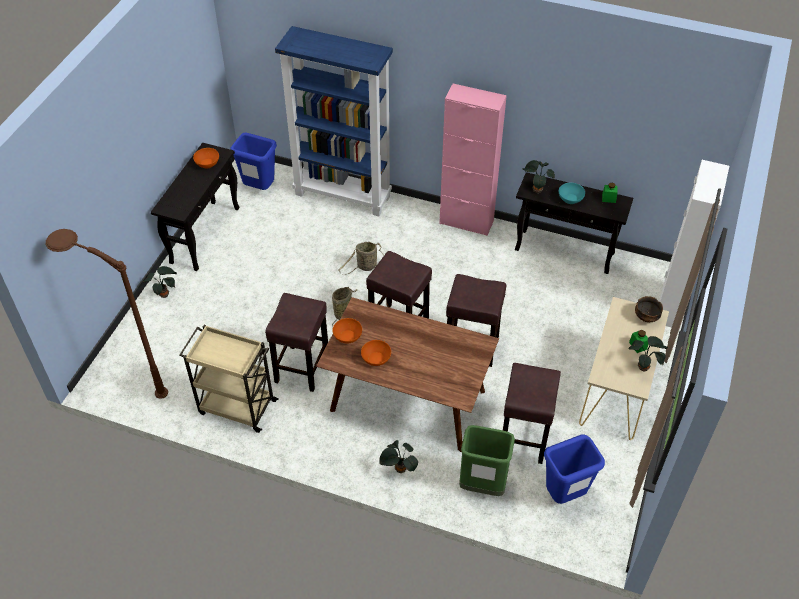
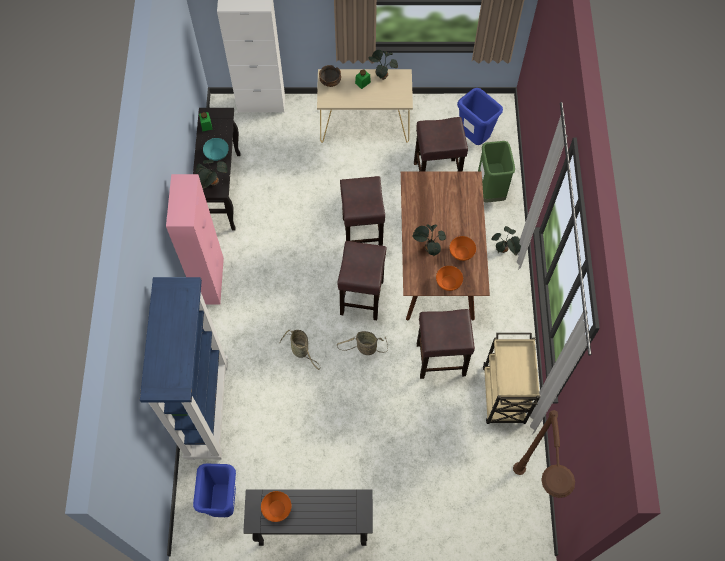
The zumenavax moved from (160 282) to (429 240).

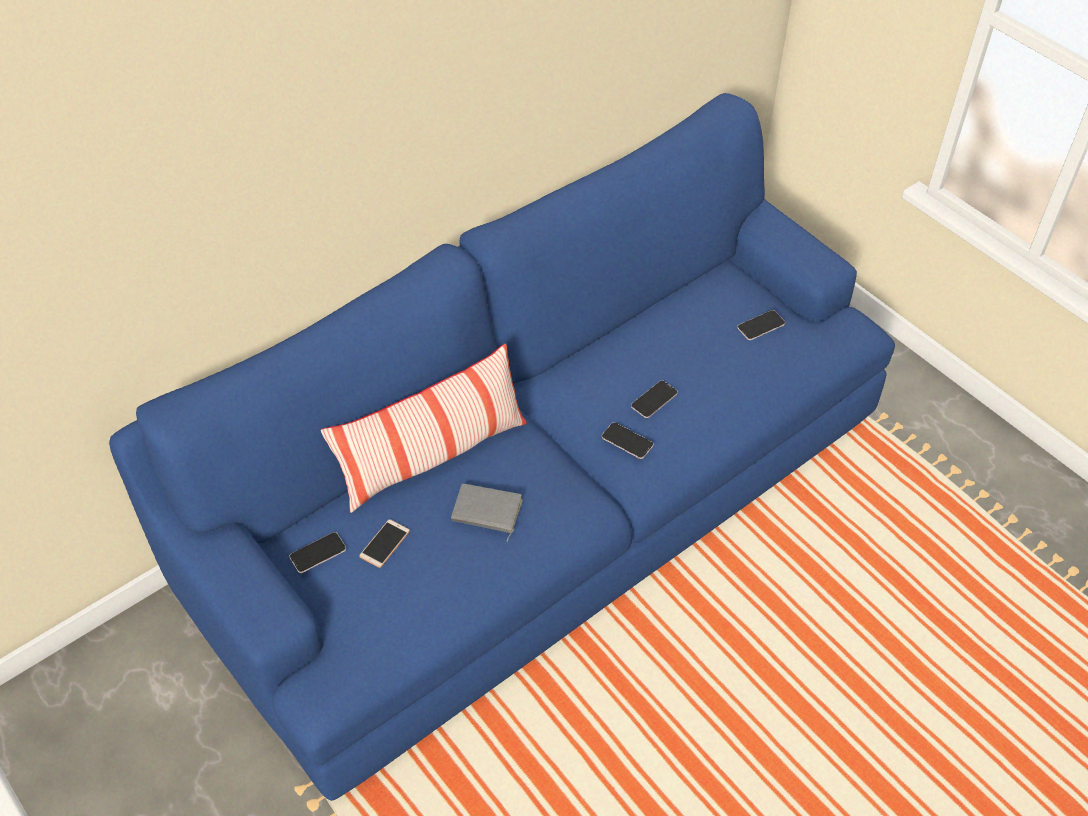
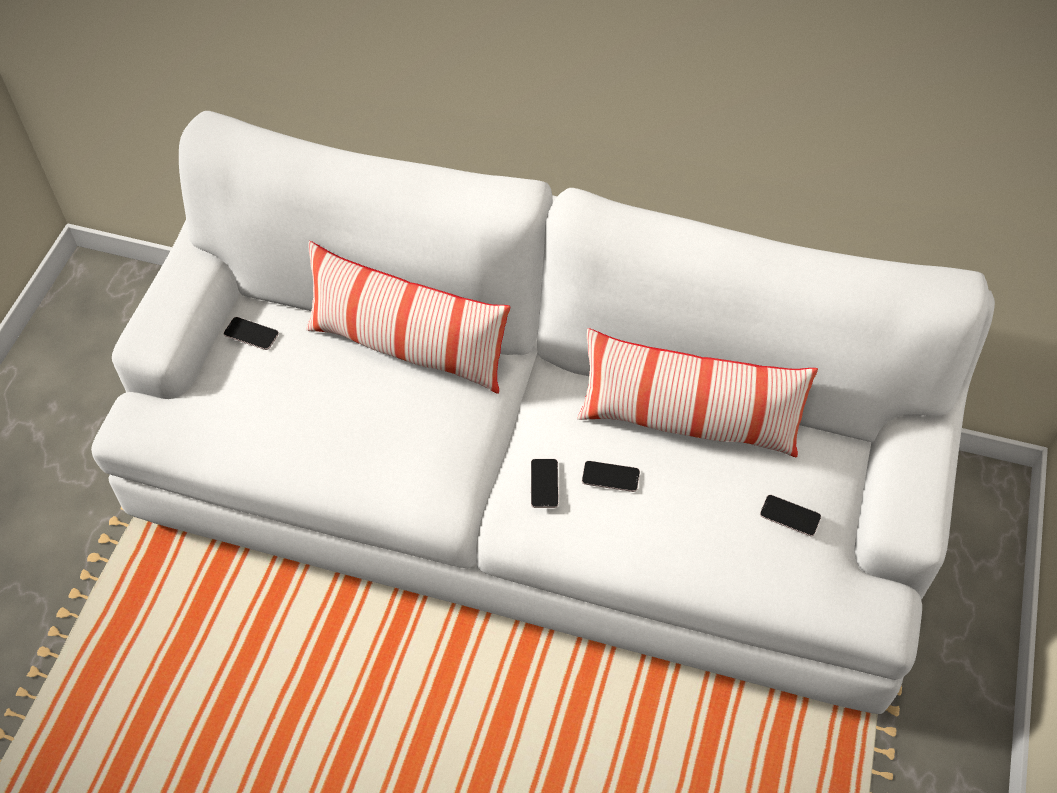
The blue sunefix at (502 447) became the white sunefix at (543 412). The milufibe at (697 393) appeared. The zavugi at (384 543) disappeared. The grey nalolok at (487 513) disappeared.

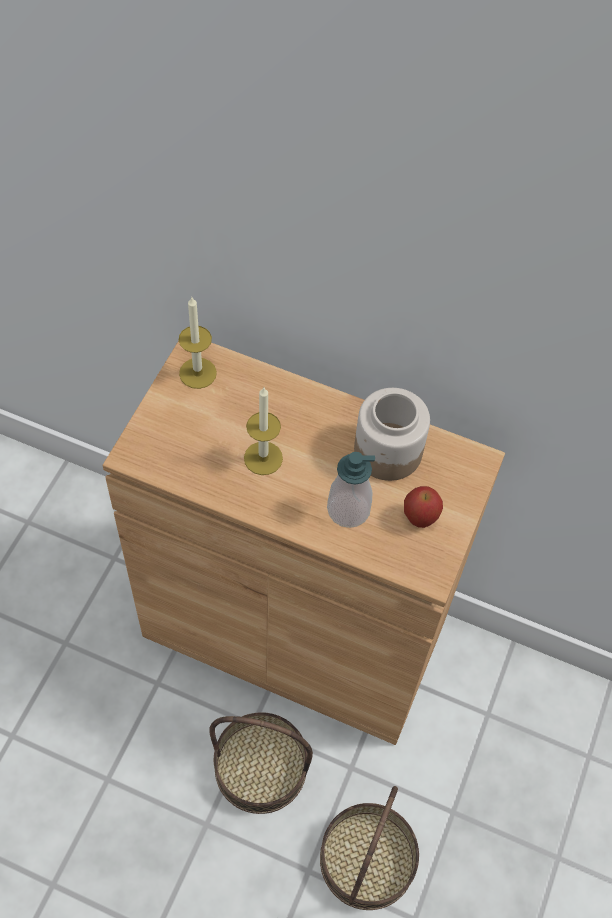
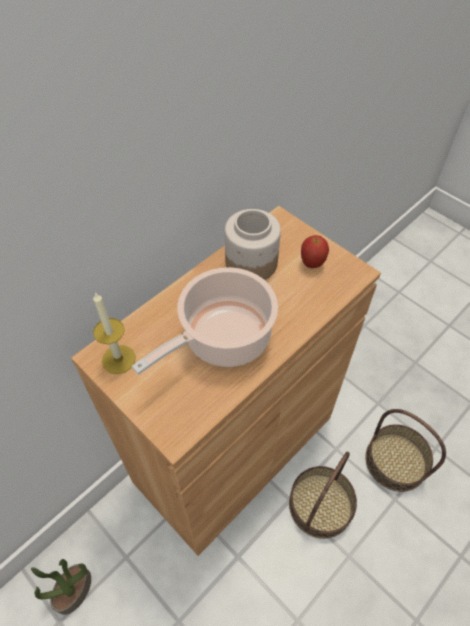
The zumenavax at (61 587) appeared. The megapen at (263 431) was replaced by the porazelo at (205 321). The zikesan at (351 490) disappeared.

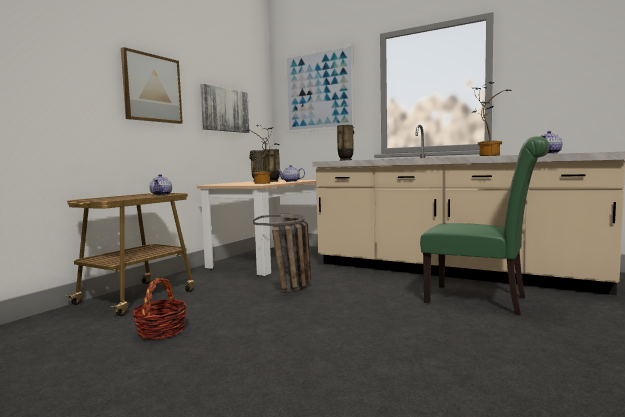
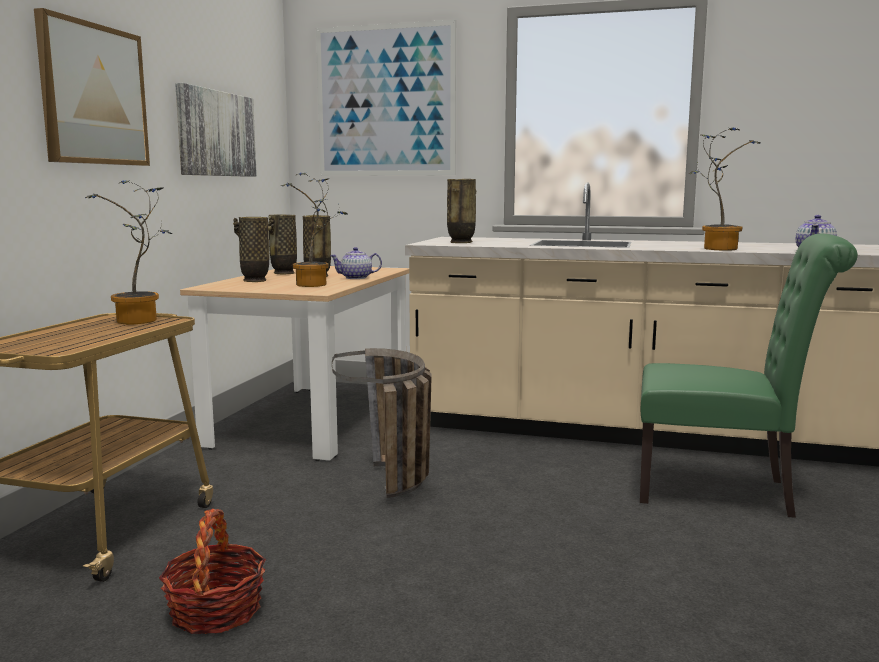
The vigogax at (161 185) was replaced by the zumenavax at (128 252). The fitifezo at (252 249) appeared.

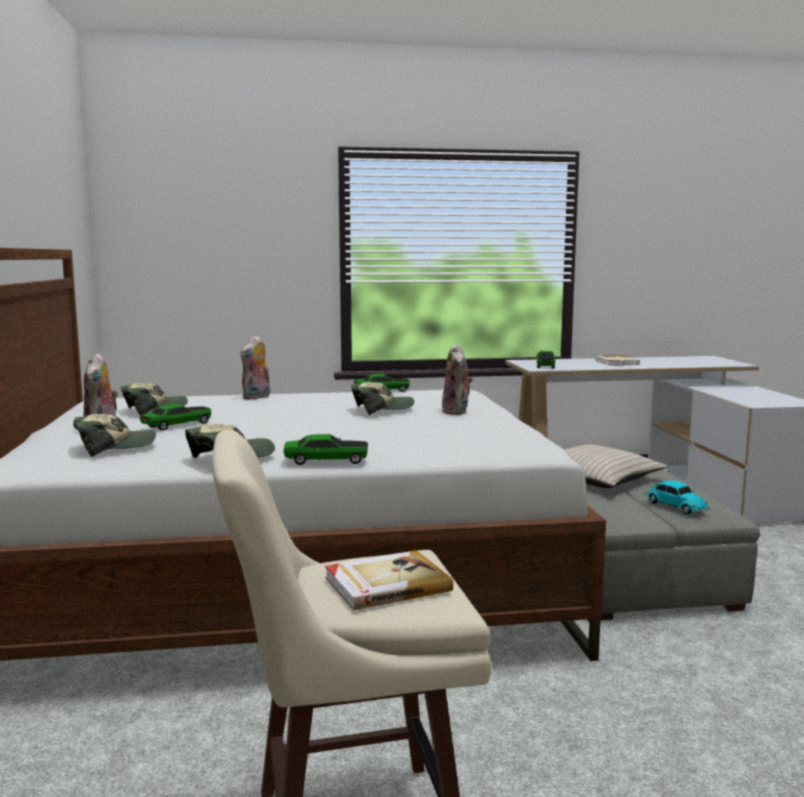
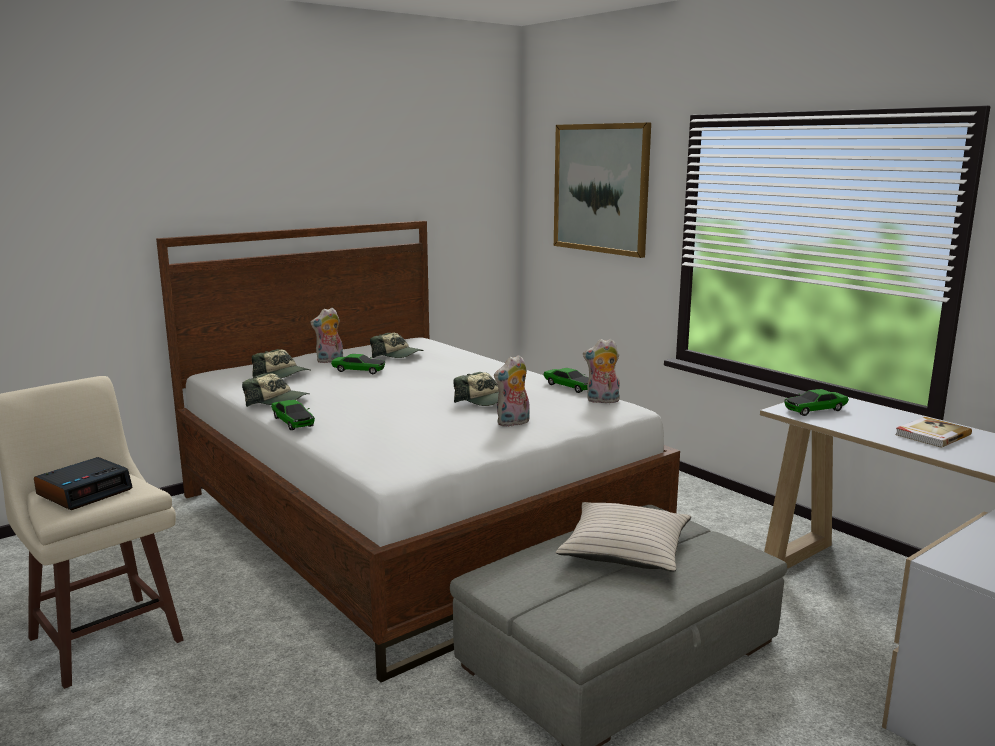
The nalolok at (389 580) was replaced by the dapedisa at (83 483). The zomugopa at (602 190) appeared. The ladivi moved from (255 367) to (601 371). The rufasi at (676 497) disappeared.

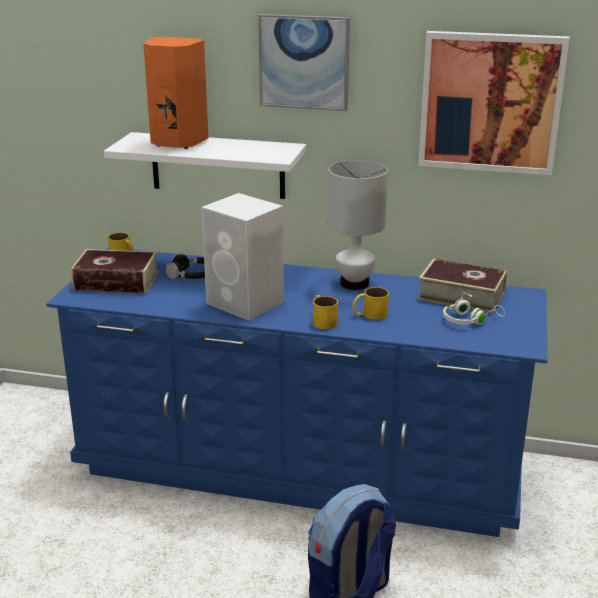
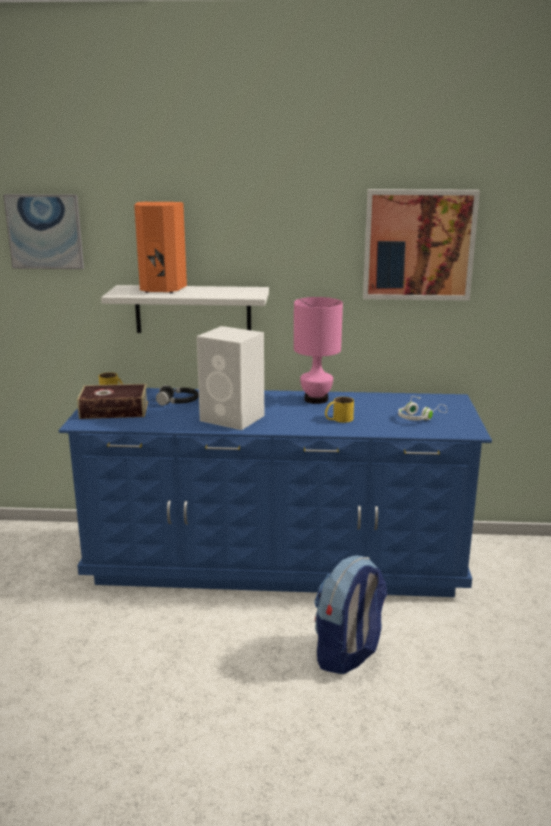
The zomugopa moved from (304 62) to (43 231). The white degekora at (358 225) became the pink degekora at (318 350). The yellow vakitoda at (325 312) disappeared. The nalolok at (462 286) disappeared.

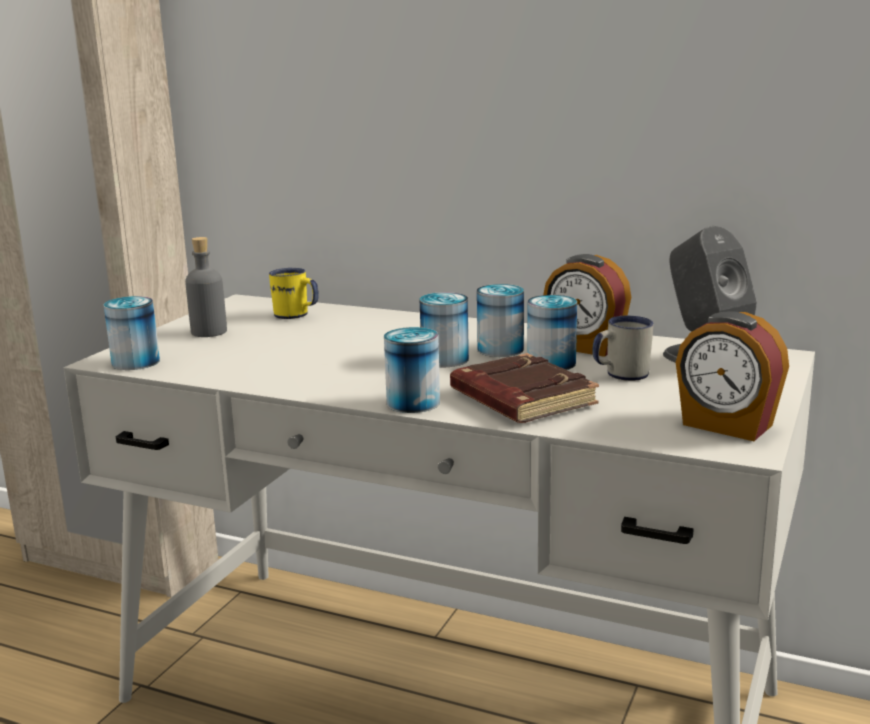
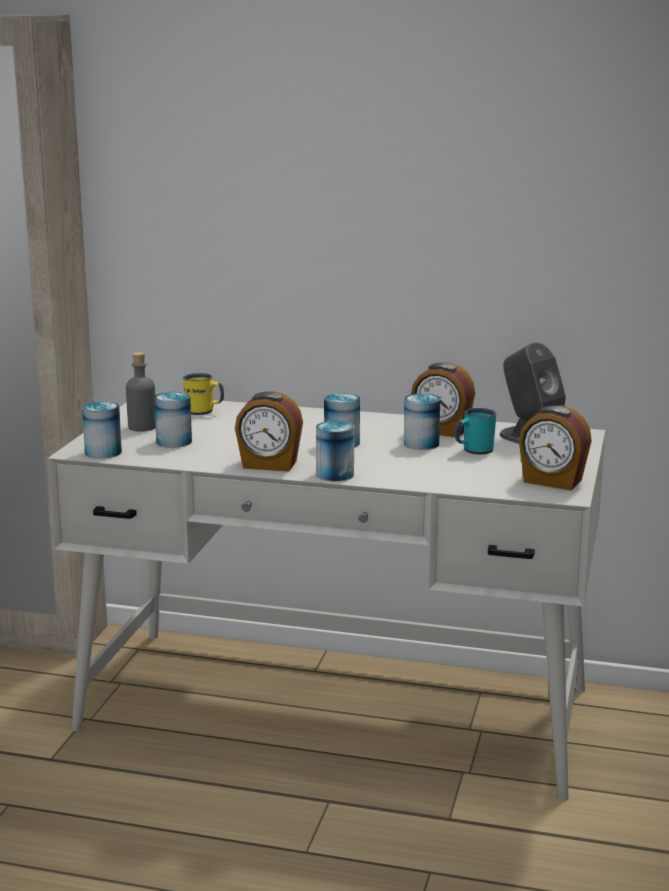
The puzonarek moved from (500 320) to (173 420). The dapedisa at (269 431) appeared. The white vakitoda at (622 348) became the turquoise vakitoda at (475 431). The brown nalolok at (524 388) disappeared.

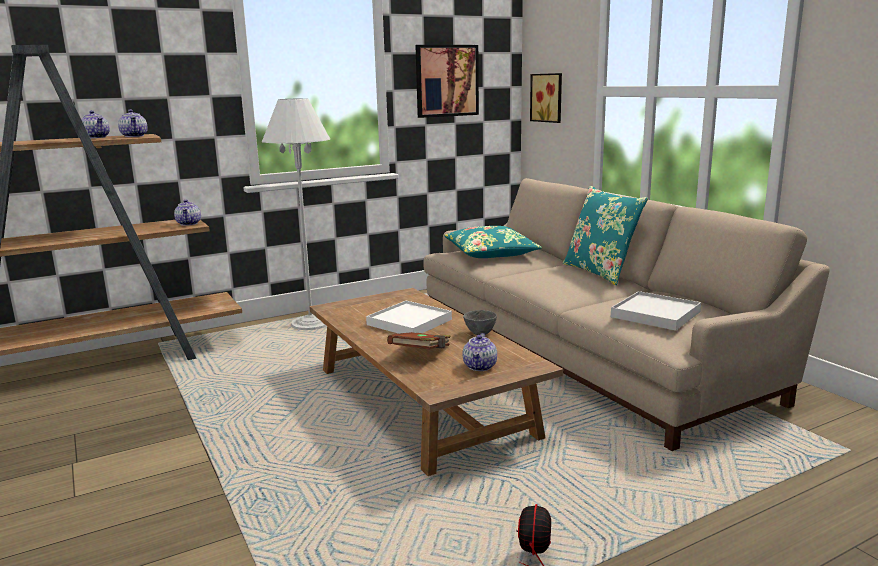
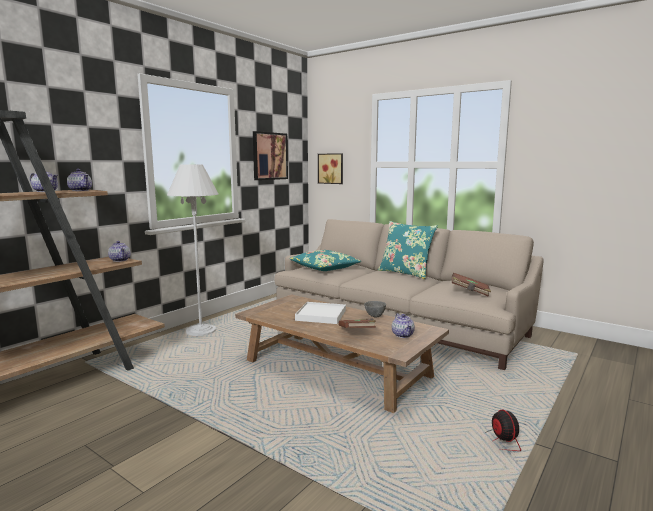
The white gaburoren at (656 311) was replaced by the brown nalolok at (471 285).

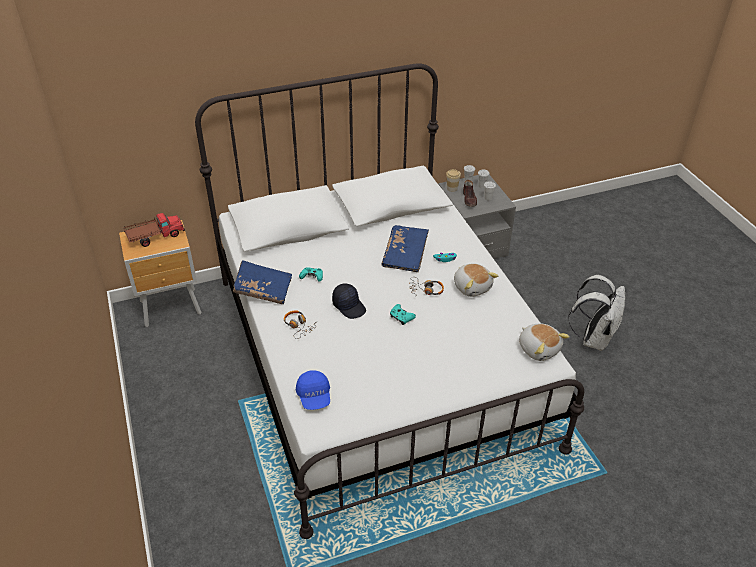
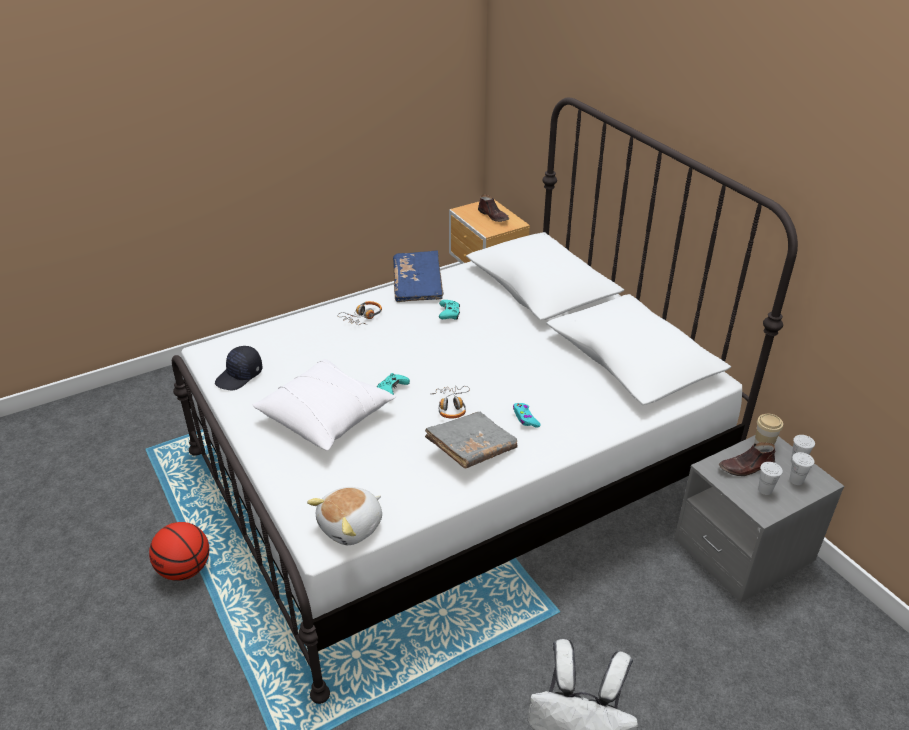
The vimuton at (179 551) appeared. The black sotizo moved from (349 301) to (239 368). The white milufibe at (324 405) appeared. The ladivi at (476 280) was replaced by the grey nalolok at (471 440). The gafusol at (154 230) was replaced by the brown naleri at (493 208). The blue sotizo at (313 390) disappeared. The blue nalolok at (405 248) disappeared.

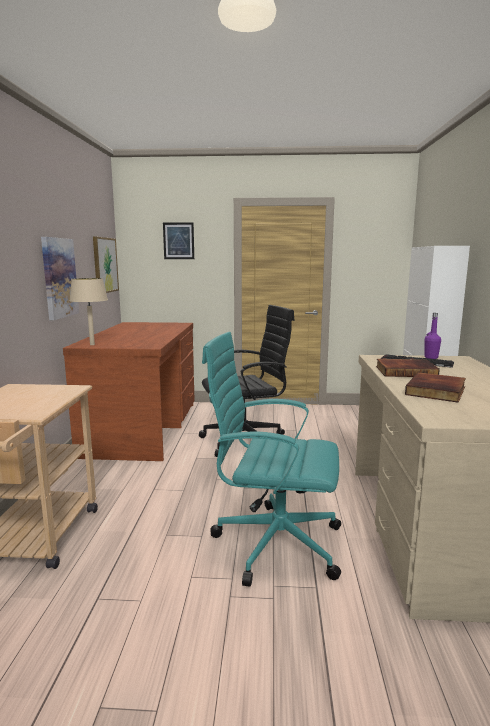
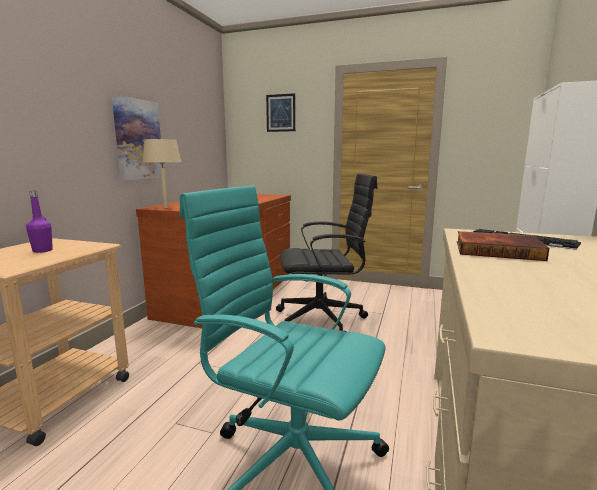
The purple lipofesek moved from (432 336) to (39 222). The zomugopa at (106 265) disappeared. The nalolok at (435 387) disappeared.

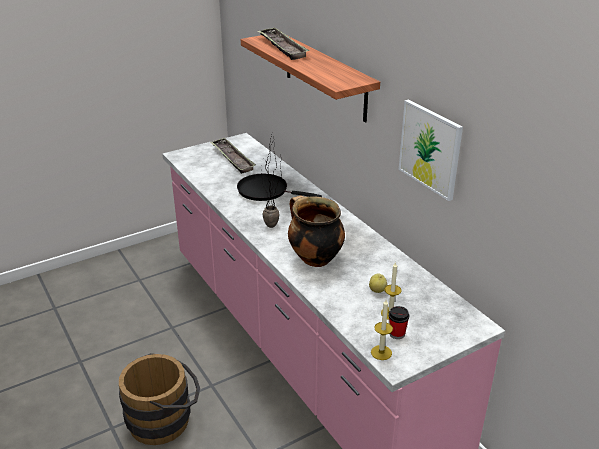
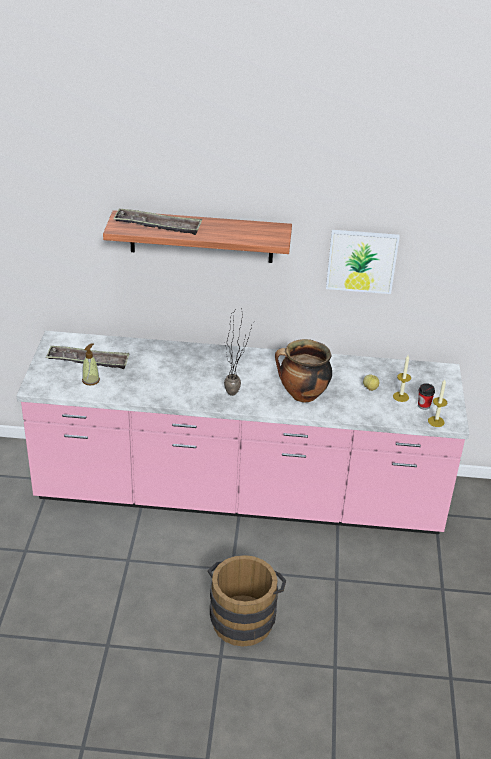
The zikesan at (91 364) appeared. The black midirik at (279 187) disappeared.

